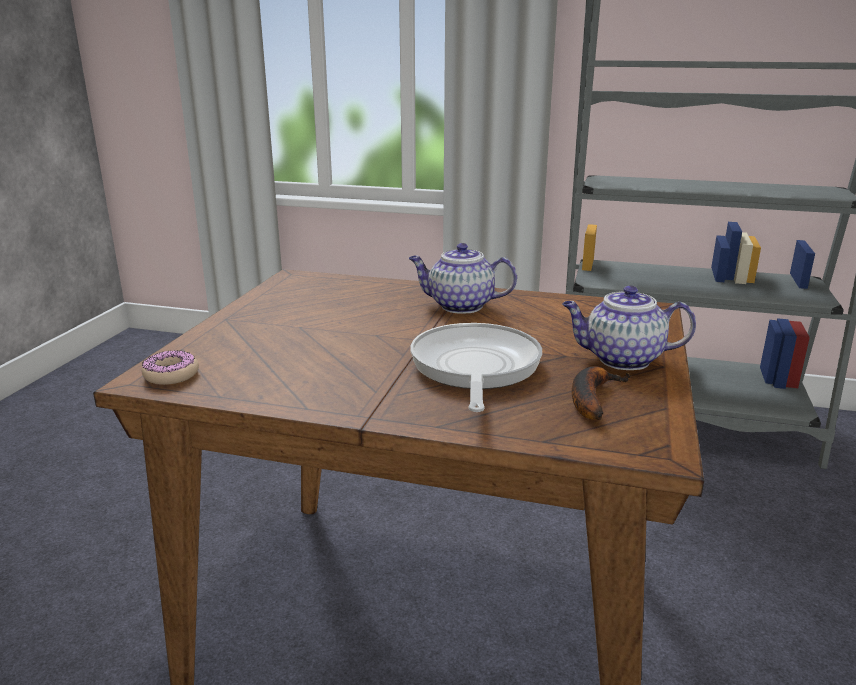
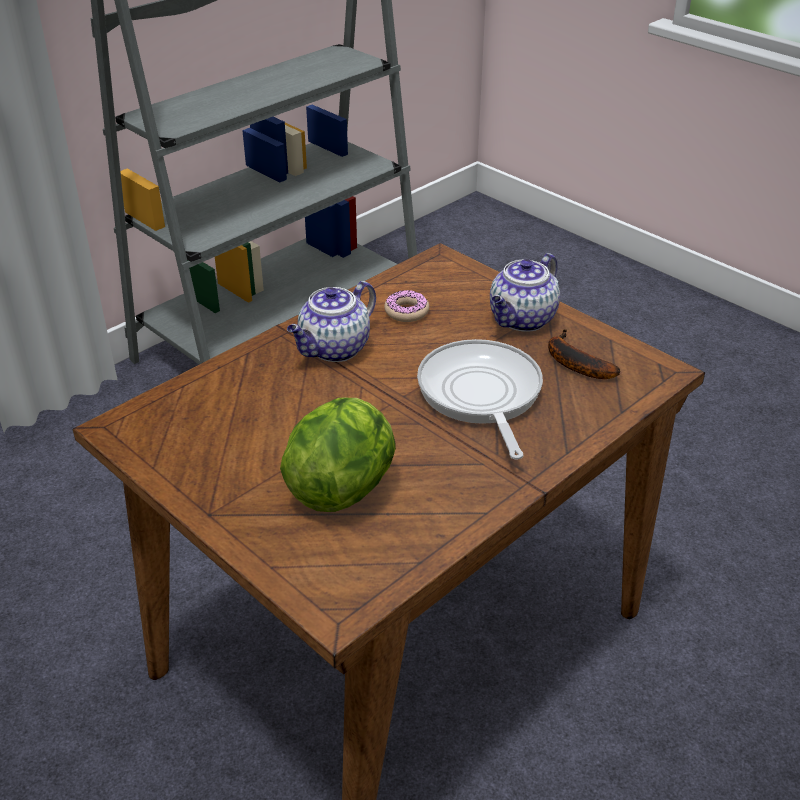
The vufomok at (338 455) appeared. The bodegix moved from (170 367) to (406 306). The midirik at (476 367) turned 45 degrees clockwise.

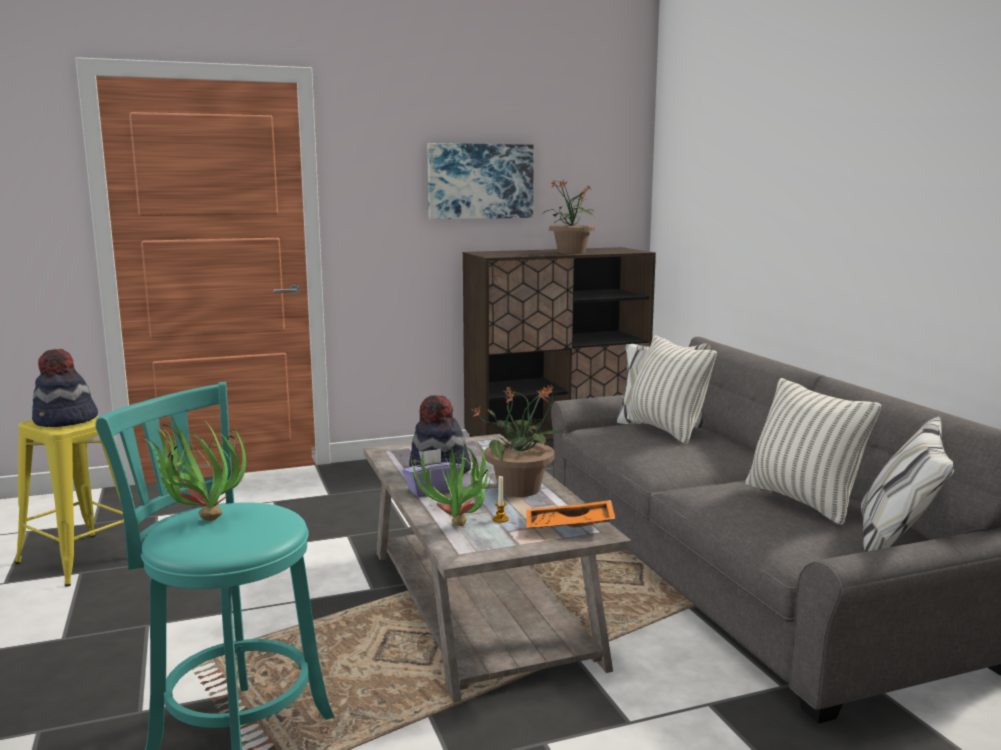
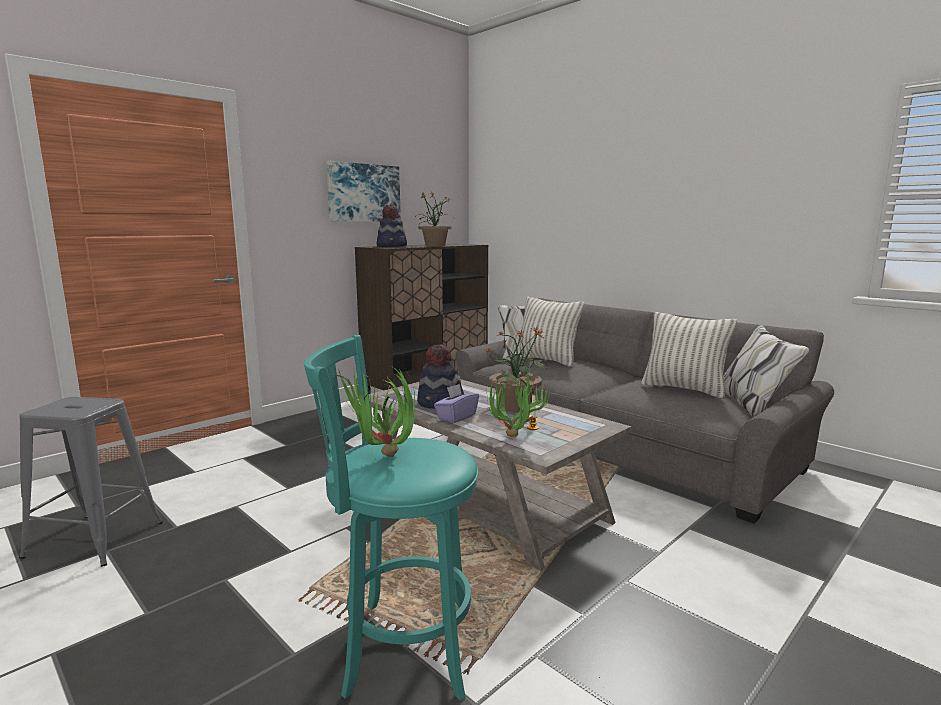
The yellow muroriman at (69 501) became the grey muroriman at (91 482). The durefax moved from (65 388) to (392 226). The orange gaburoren at (571 514) disappeared.

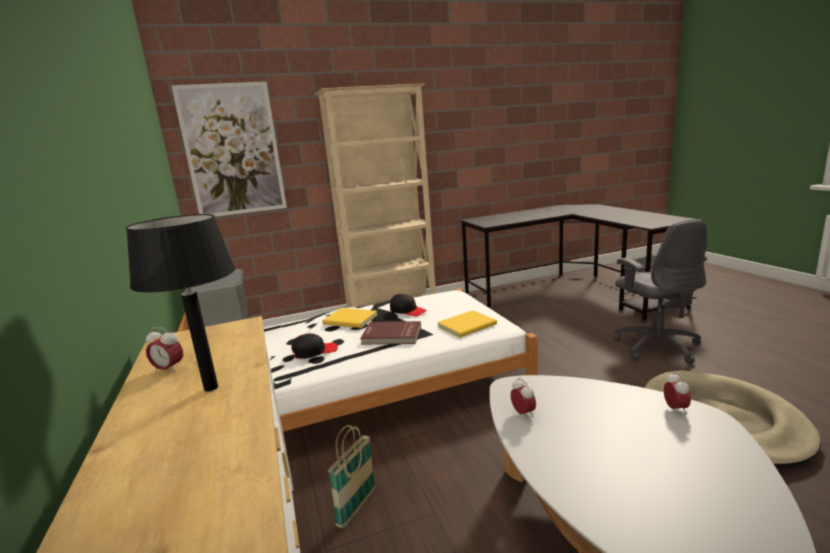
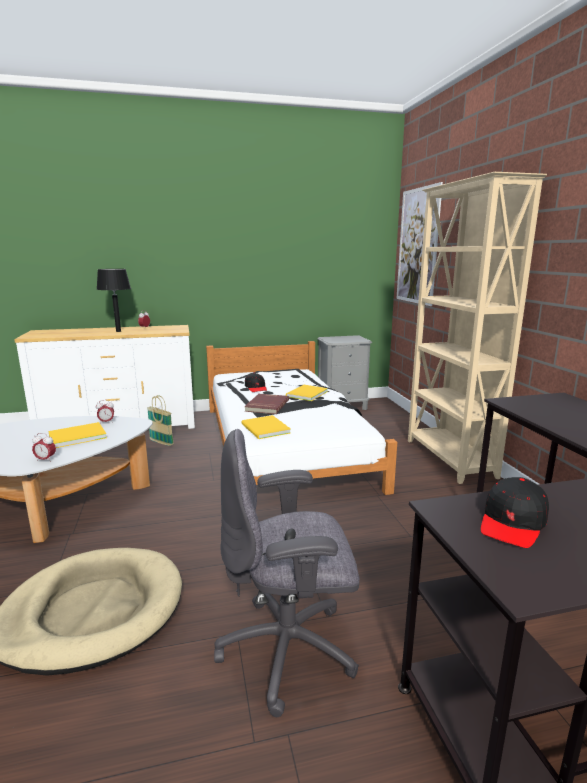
The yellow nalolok at (78 435) appeared. The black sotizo moved from (408 305) to (515 512).

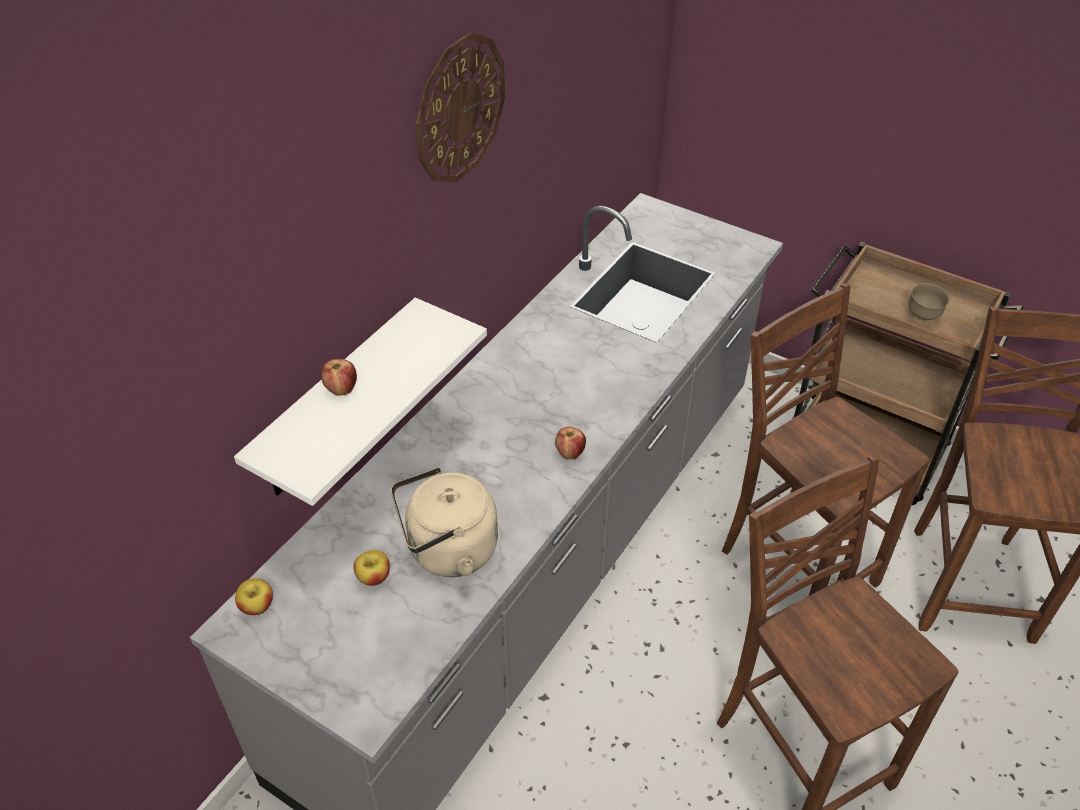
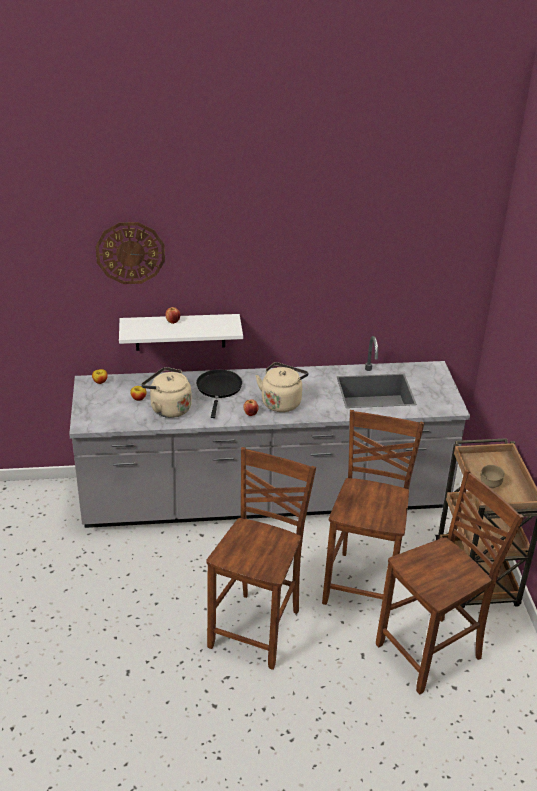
The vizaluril moved from (460 107) to (130 253). The black midirik at (219 393) appeared. The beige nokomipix at (282 387) appeared.

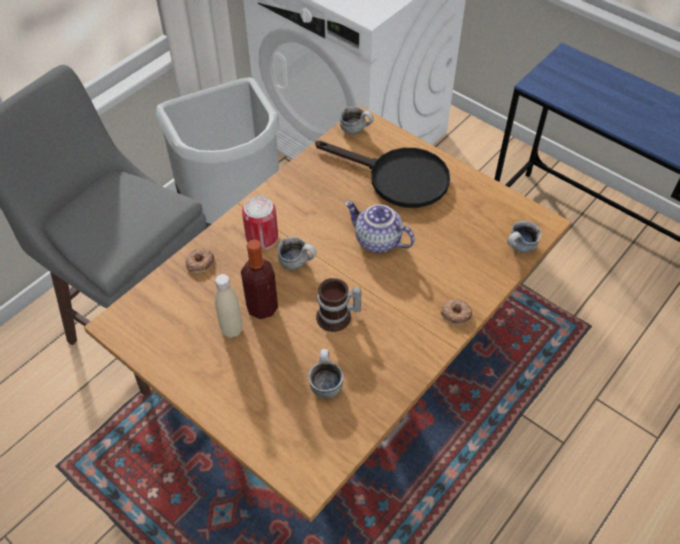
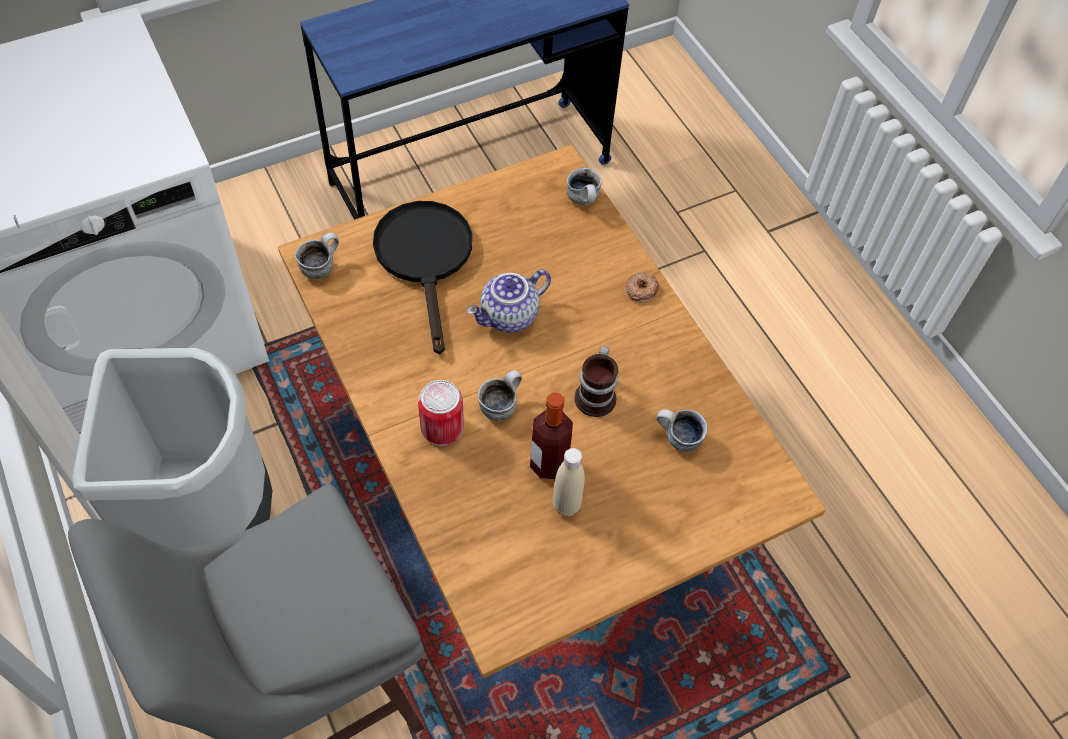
The black midirik at (382 174) turned 60 degrees counterclockwise. The bodegix at (199 261) disappeared.

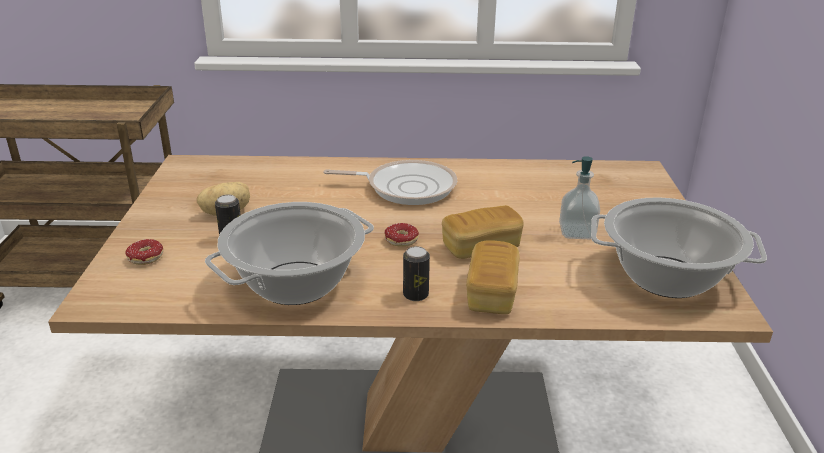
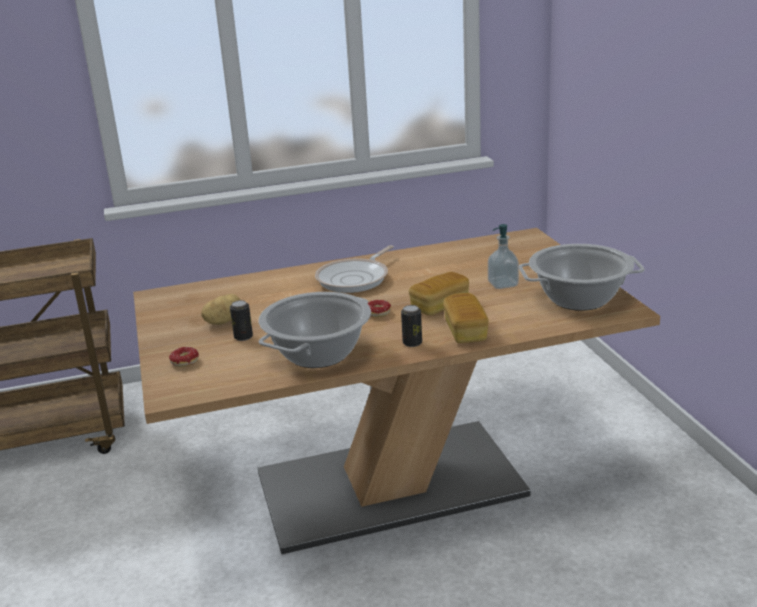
The midirik at (390 182) turned 135 degrees clockwise.

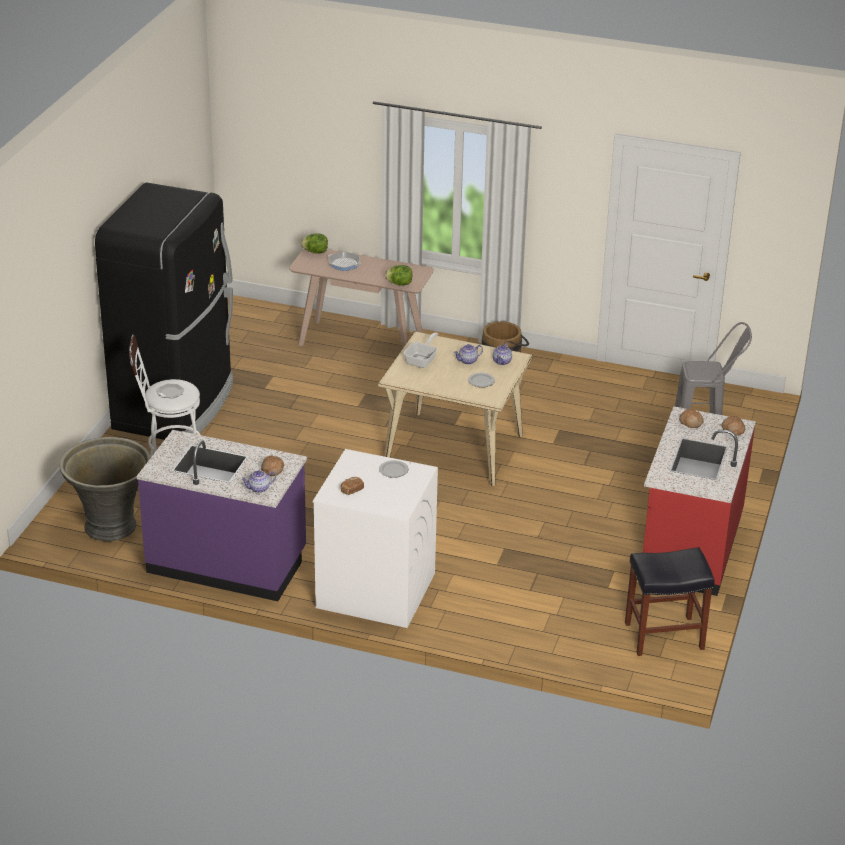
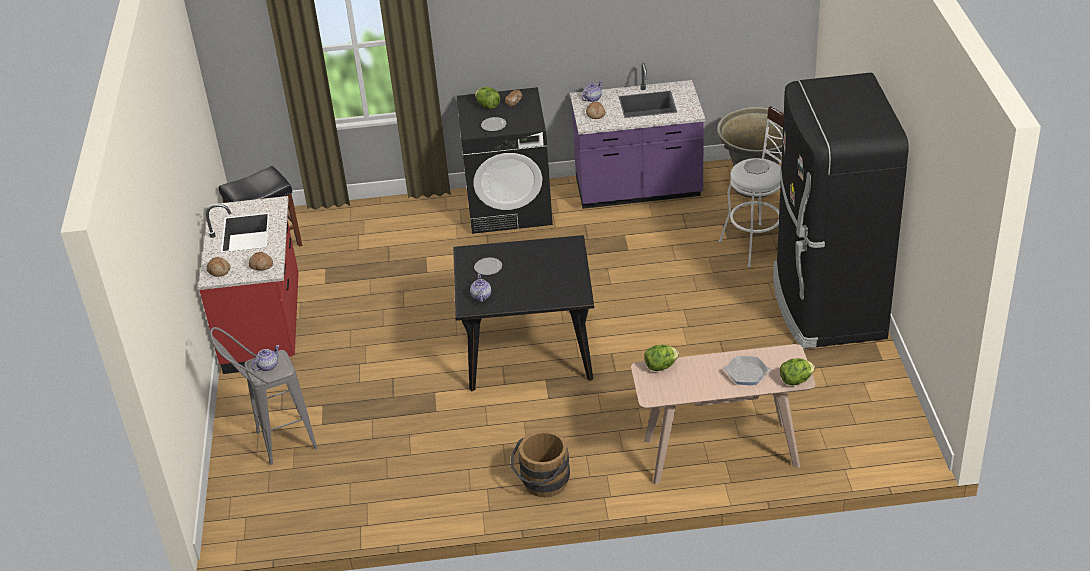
The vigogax moved from (468 354) to (265 358). The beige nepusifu at (455 408) became the black nepusifu at (523 313). The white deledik at (375 538) became the black deledik at (505 160). The vufomok at (487 98) appeared. The midirik at (420 350) disappeared.

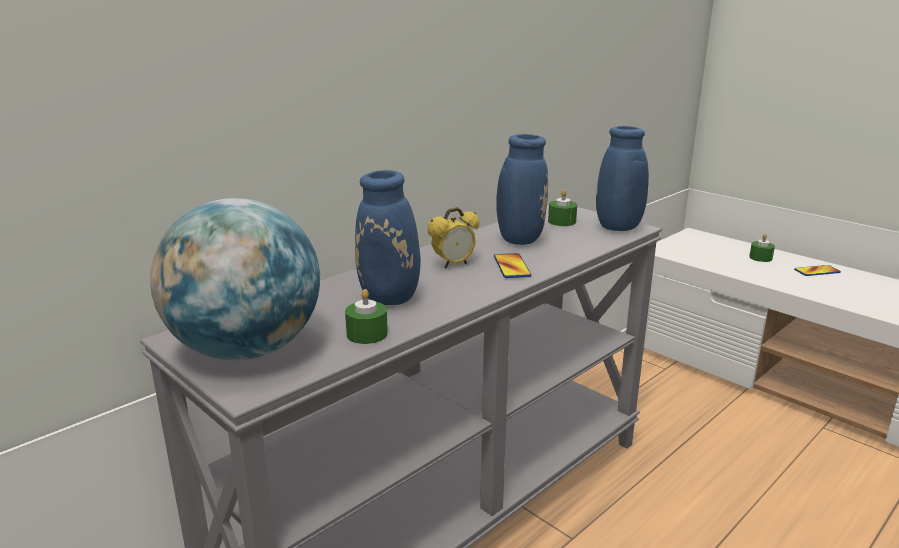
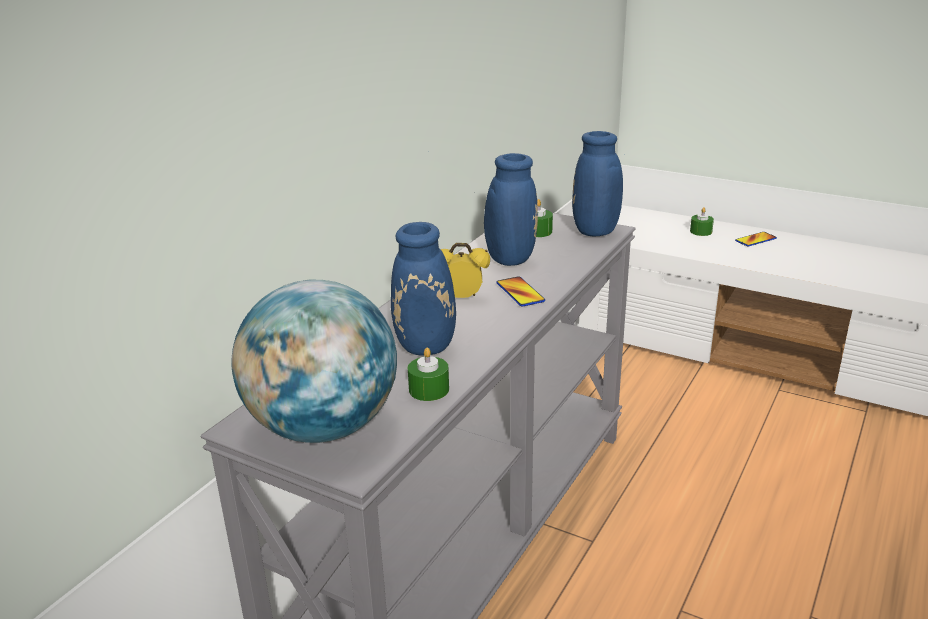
The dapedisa at (454 237) turned 135 degrees counterclockwise.

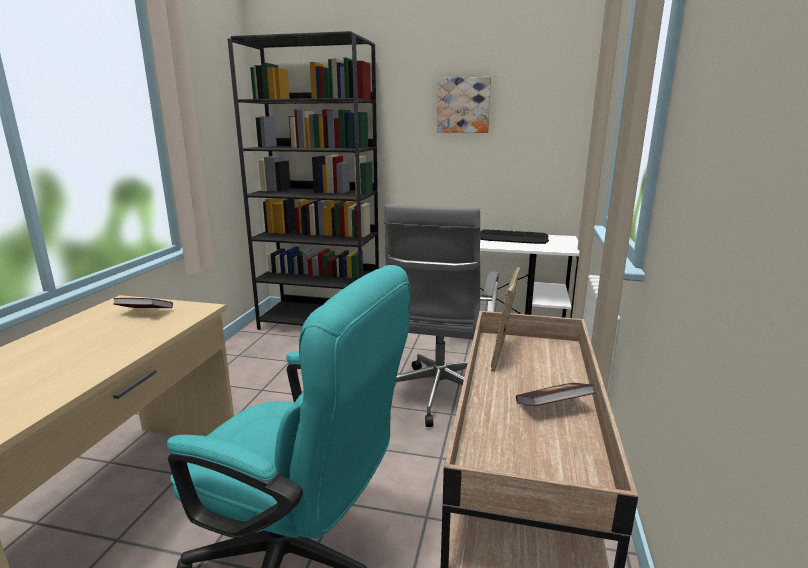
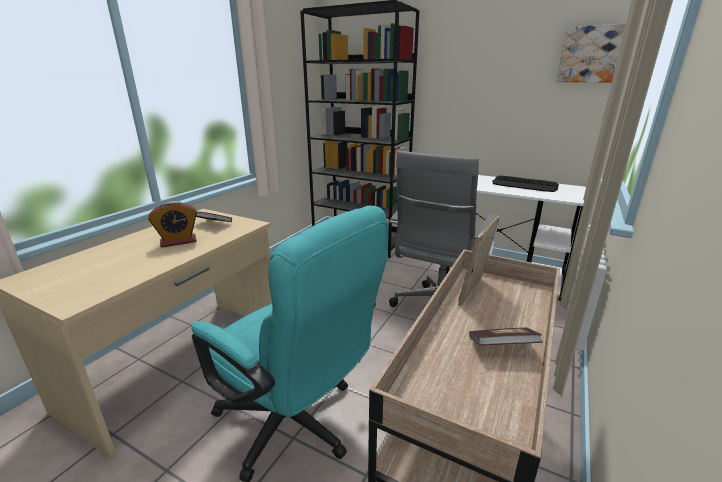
The dapedisa at (172 224) appeared. The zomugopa moved from (464 105) to (591 53).

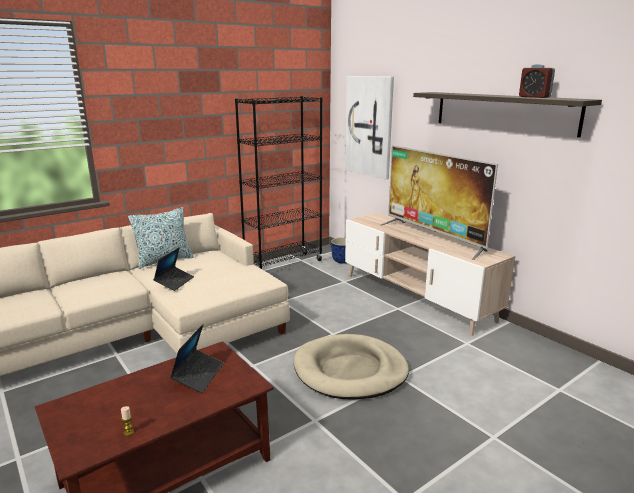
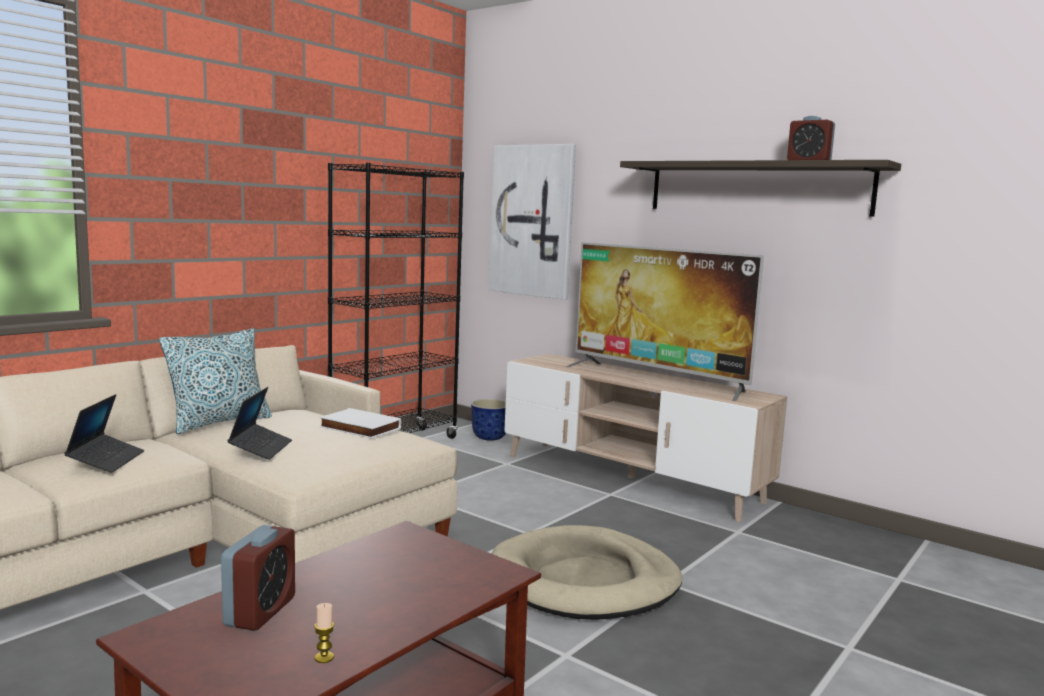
The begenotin moved from (197 358) to (104 433). The dapedisa at (258 578) appeared. The white nalolok at (360 423) appeared.

